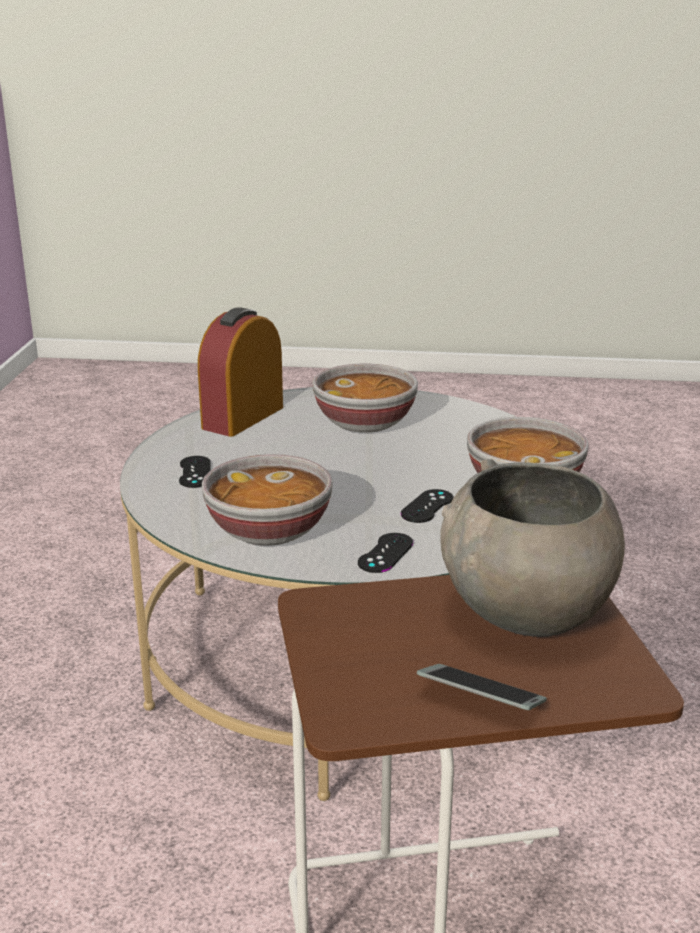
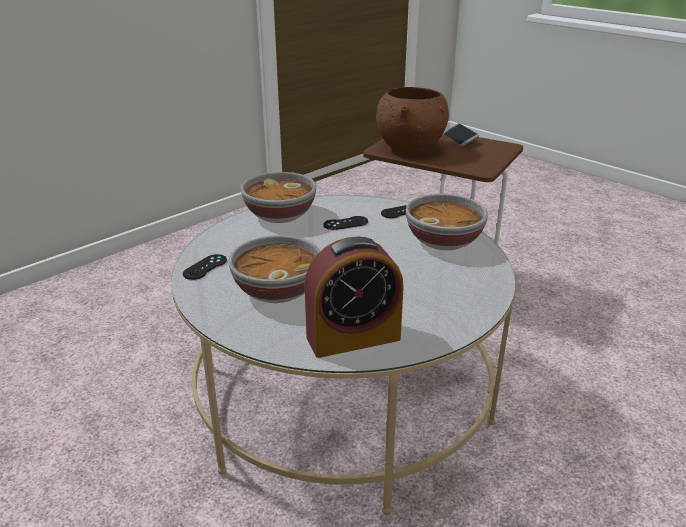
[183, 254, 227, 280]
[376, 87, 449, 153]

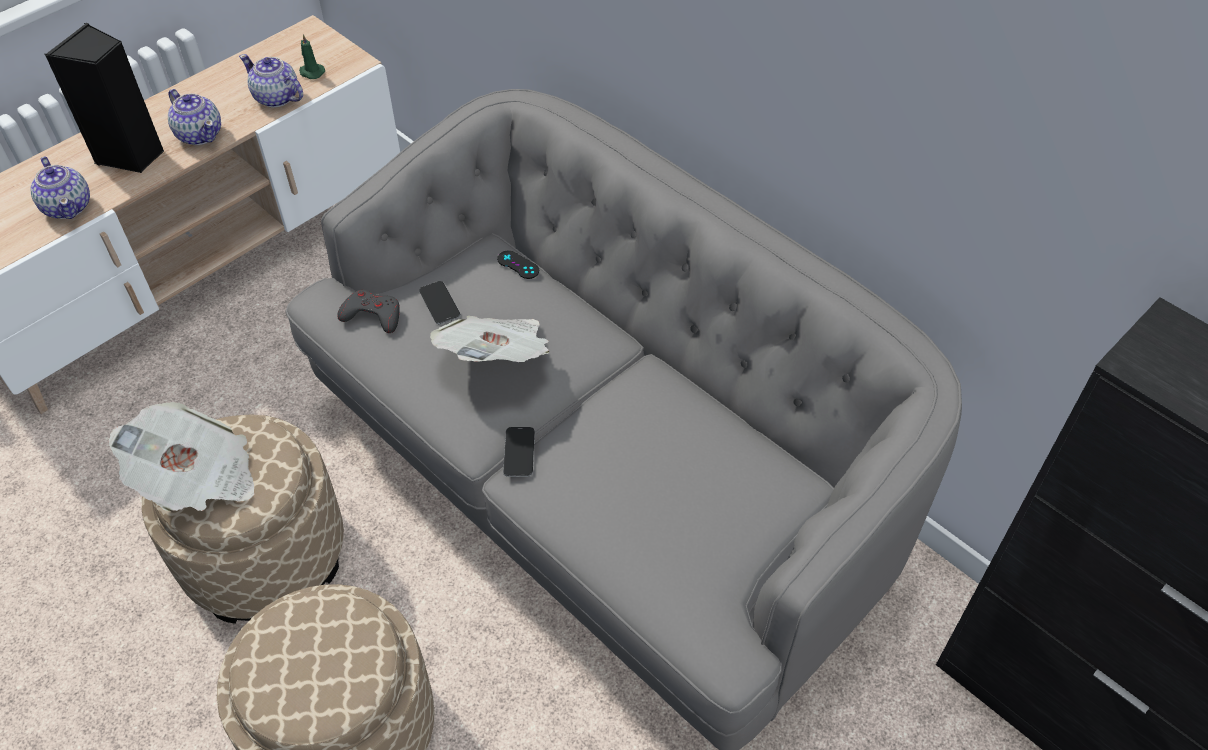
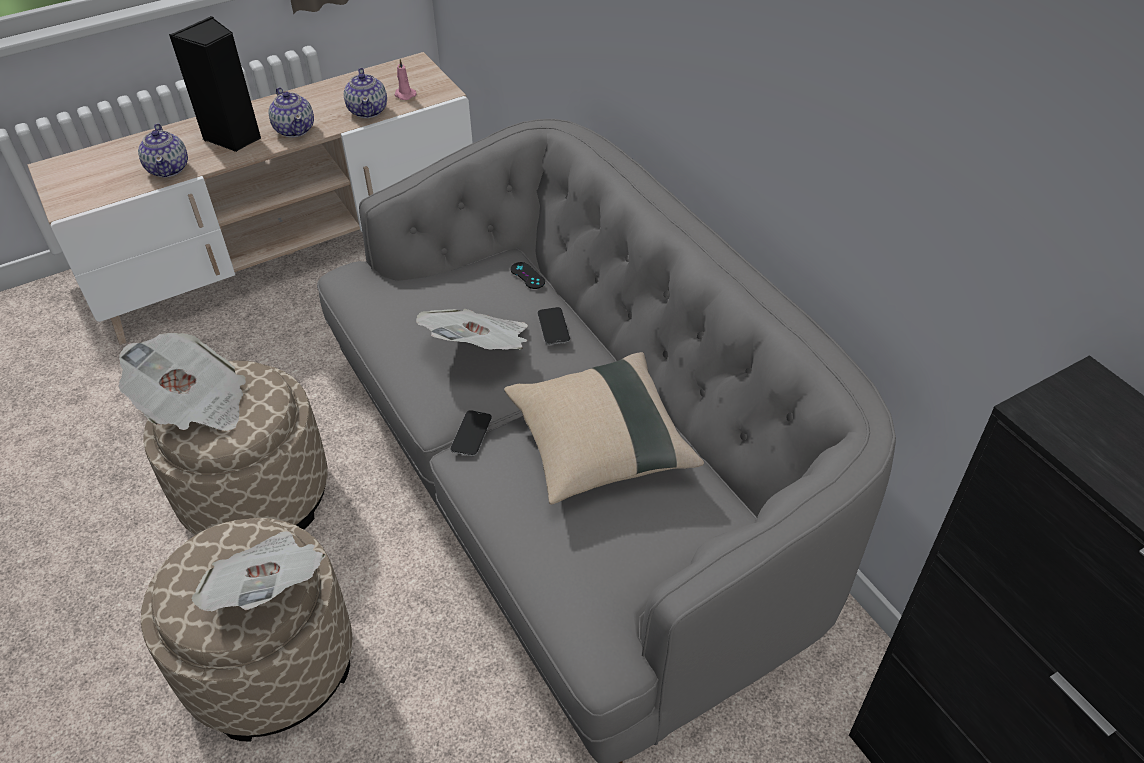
[395, 59, 417, 100]
[344, 68, 387, 118]
[538, 307, 570, 345]
[337, 290, 400, 333] (first image)
[504, 352, 704, 505]
[191, 531, 326, 612]

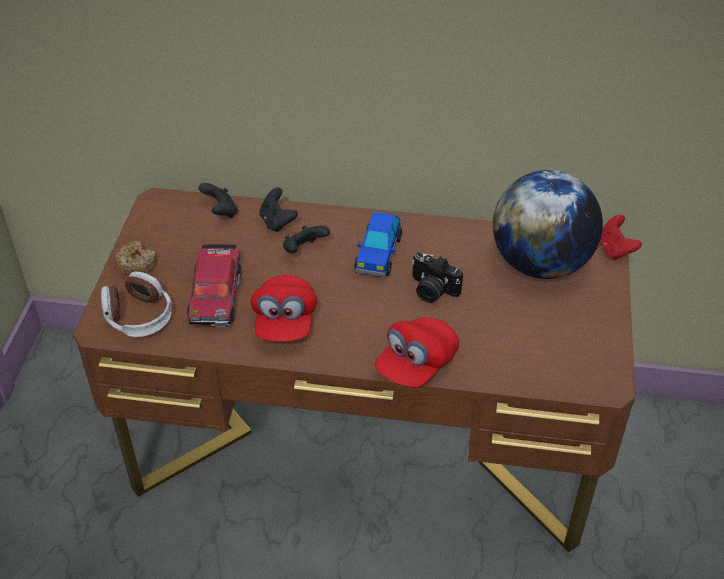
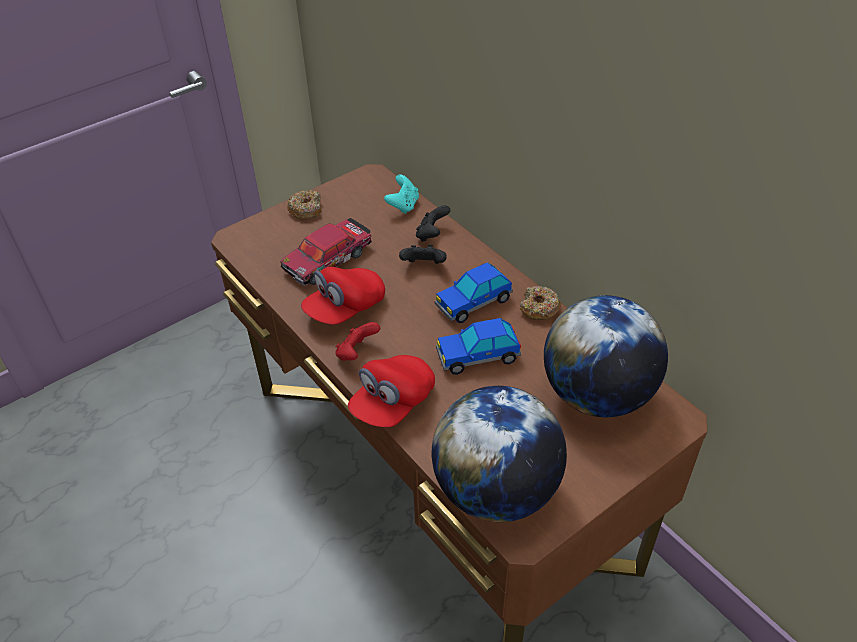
[384, 174, 419, 214]
[335, 322, 380, 361]
[436, 318, 521, 375]
[101, 271, 172, 337] (first image)
[348, 355, 435, 427]
[519, 286, 561, 320]
[432, 386, 567, 522]

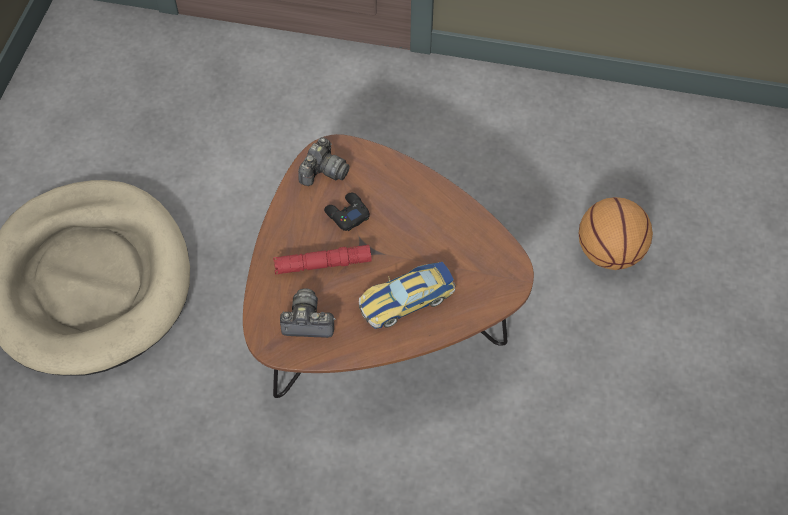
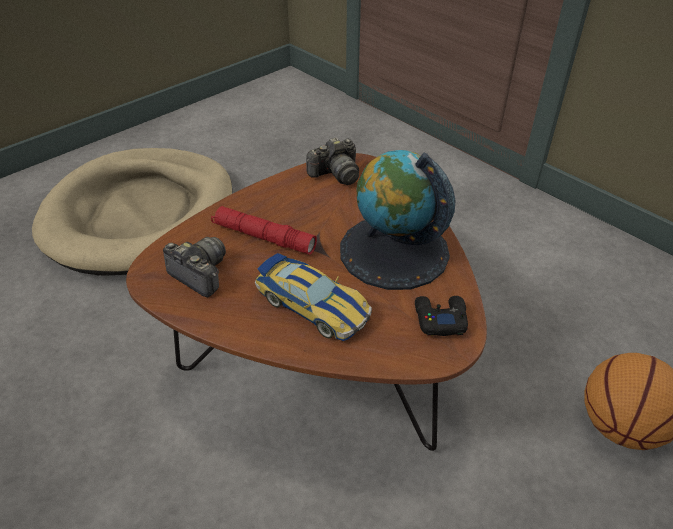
[415, 296, 468, 336]
[255, 253, 372, 341]
[340, 150, 456, 290]

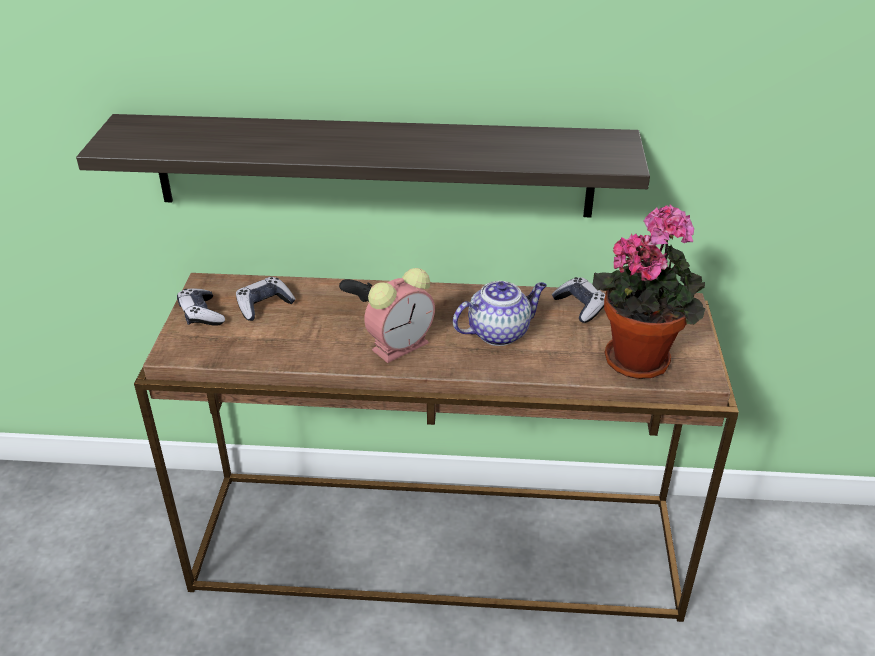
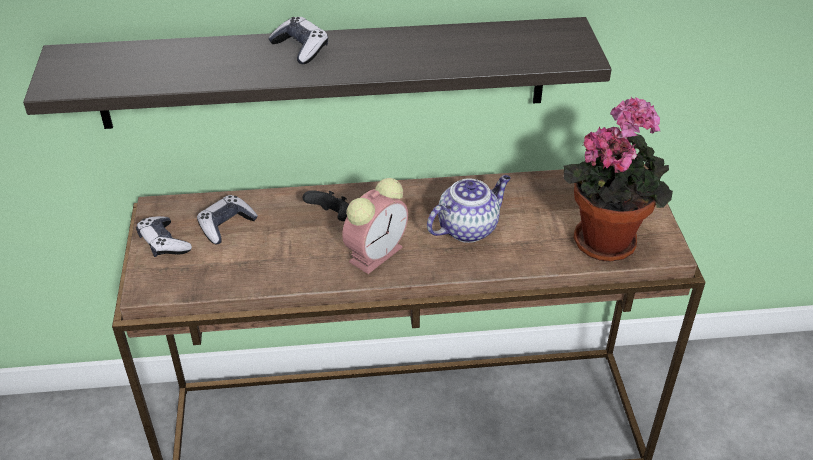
[268, 17, 328, 64]

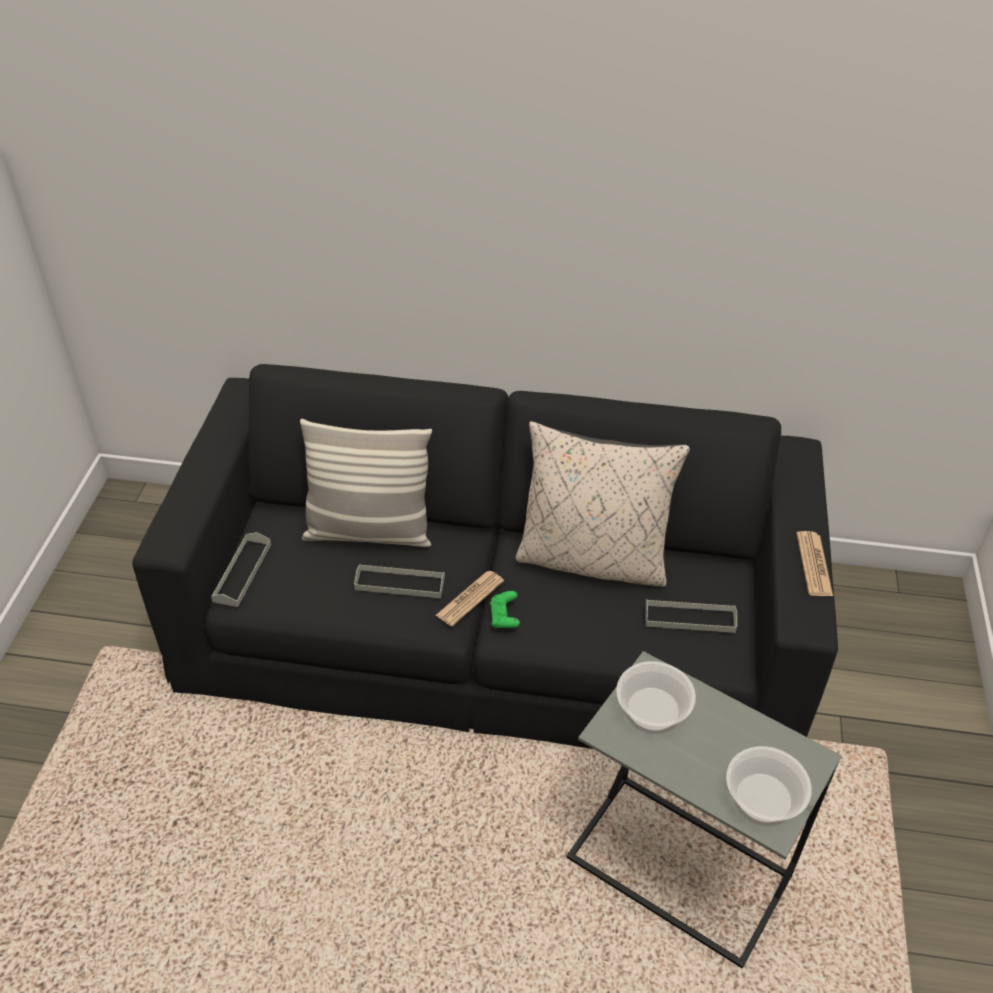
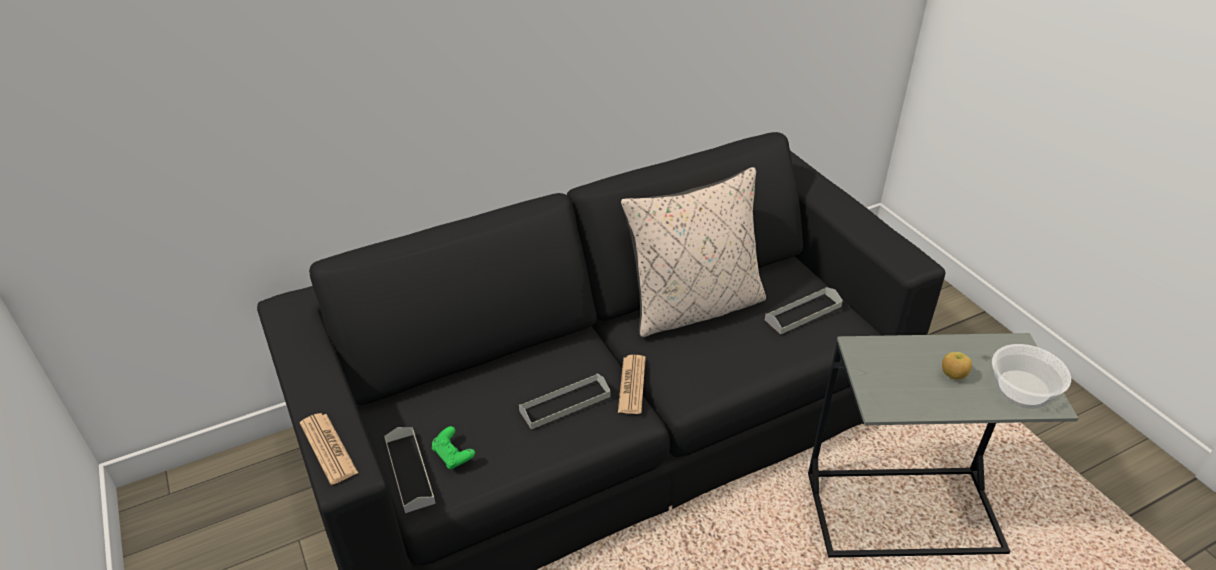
[300, 419, 432, 547] (first image)
[300, 413, 358, 485]
[432, 426, 475, 469]
[616, 661, 696, 734] (first image)
[942, 352, 972, 380]

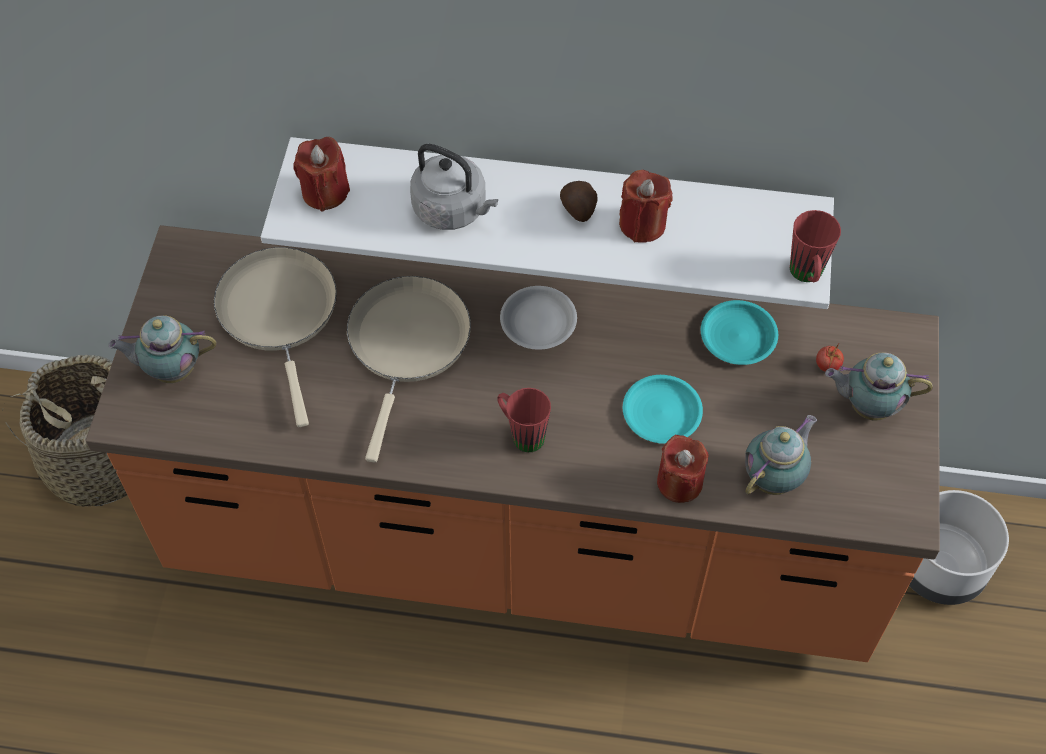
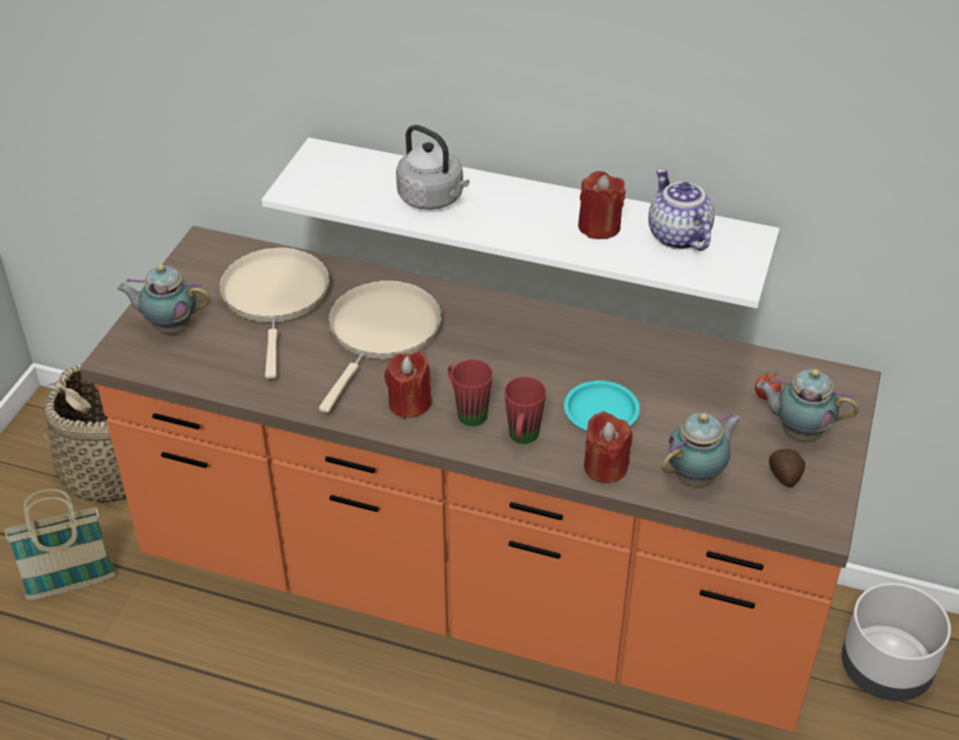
[384, 352, 432, 419]
[769, 449, 805, 487]
[504, 376, 546, 444]
[500, 286, 577, 350] (first image)
[701, 300, 778, 365] (first image)
[648, 169, 715, 251]
[5, 489, 115, 600]

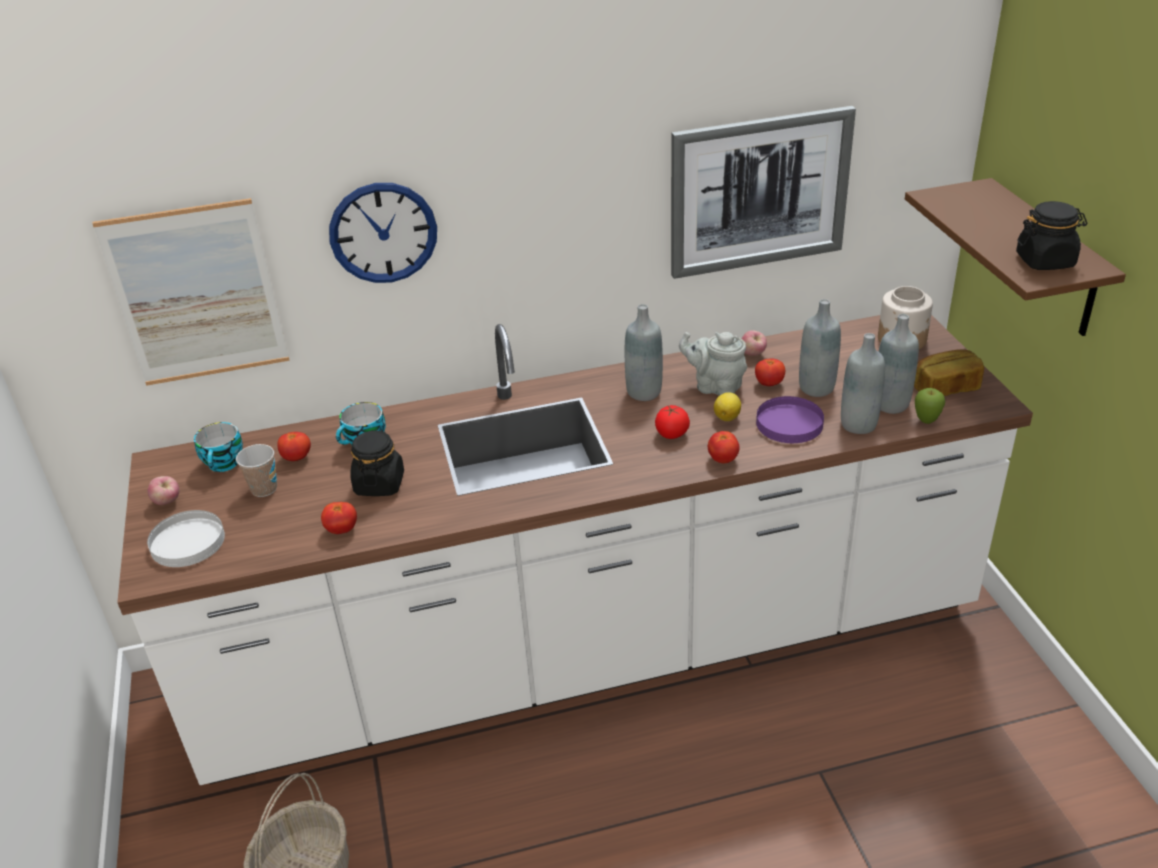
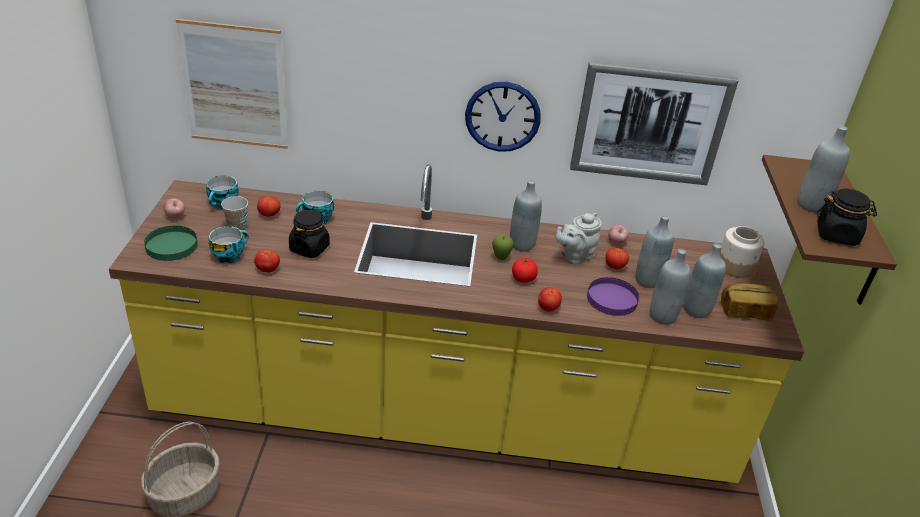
[465, 82, 541, 152]
[109, 165, 804, 483]
[556, 213, 602, 264]
[492, 234, 514, 260]
[714, 392, 741, 421] (first image)
[144, 225, 198, 261]
[797, 126, 850, 213]
[209, 226, 249, 264]

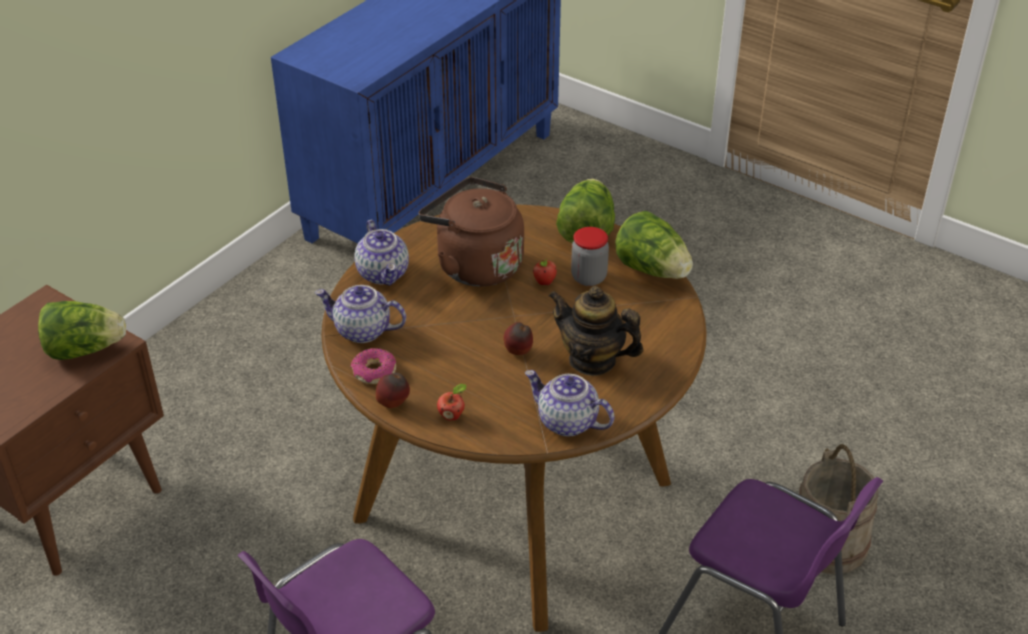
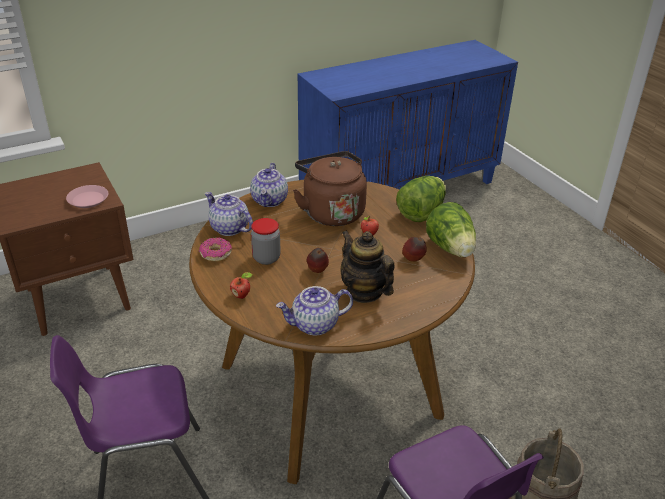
[251, 218, 281, 265]
[66, 185, 108, 208]
[276, 286, 353, 335]
[402, 237, 427, 262]

